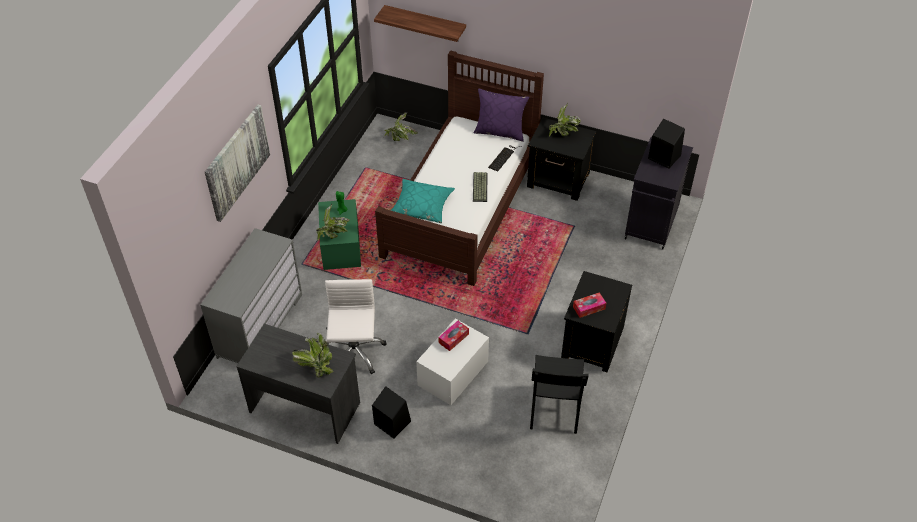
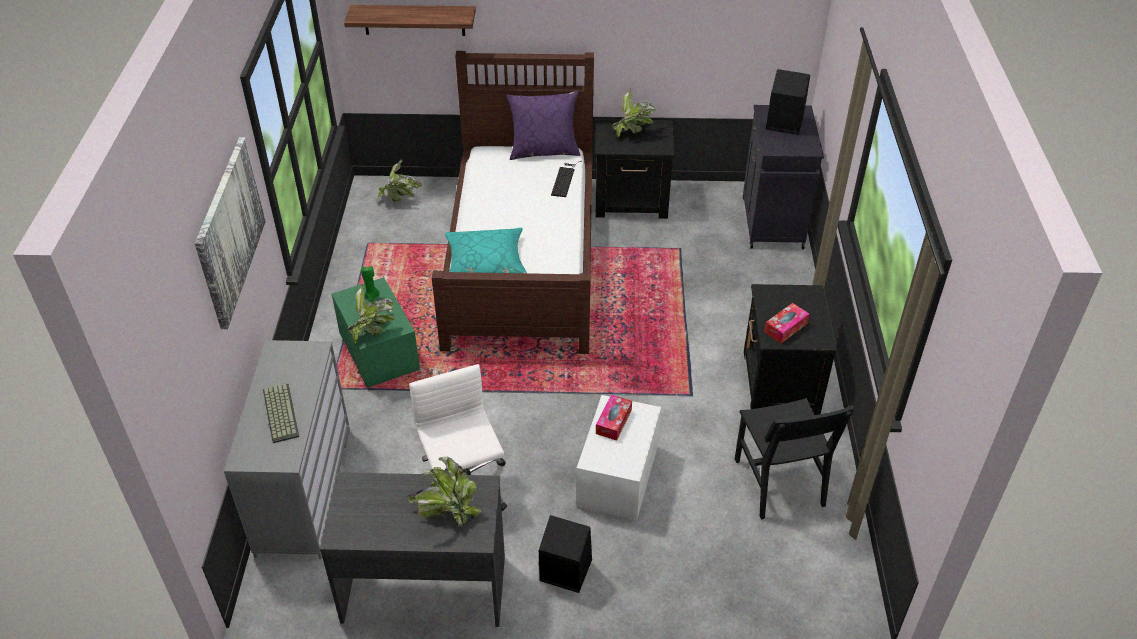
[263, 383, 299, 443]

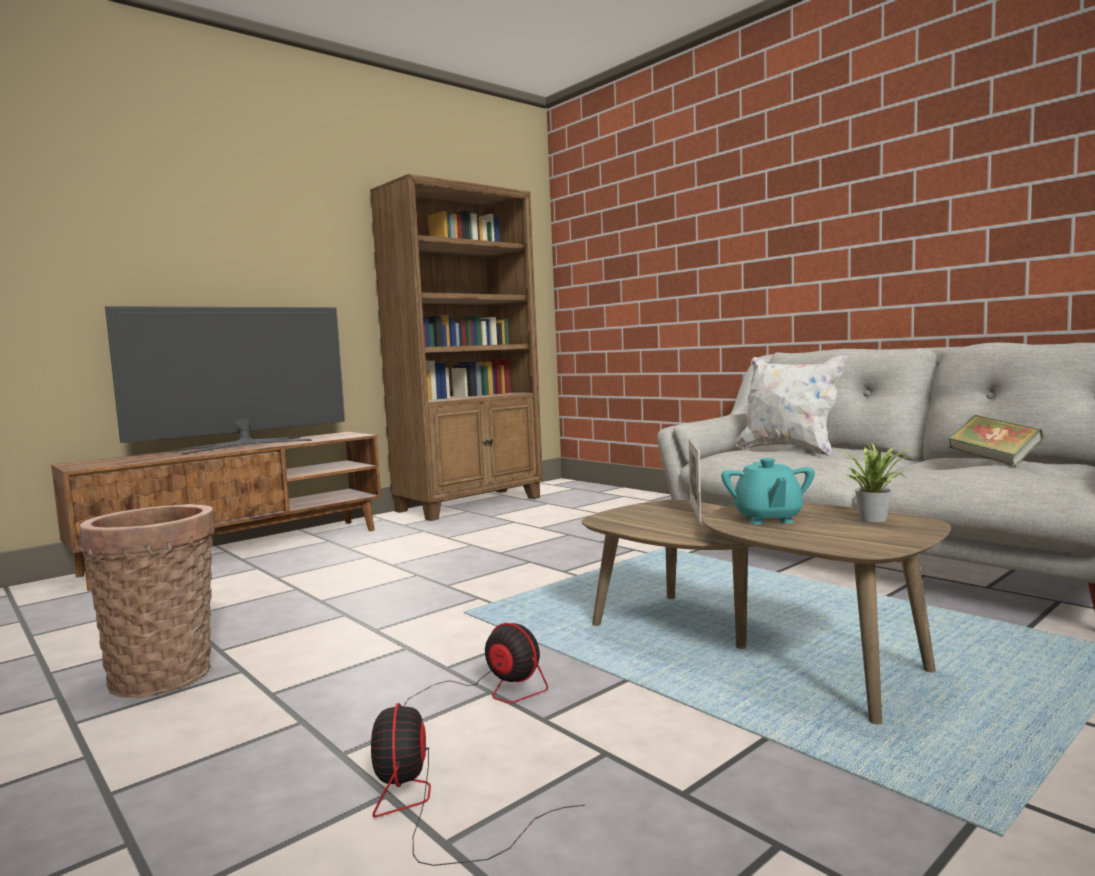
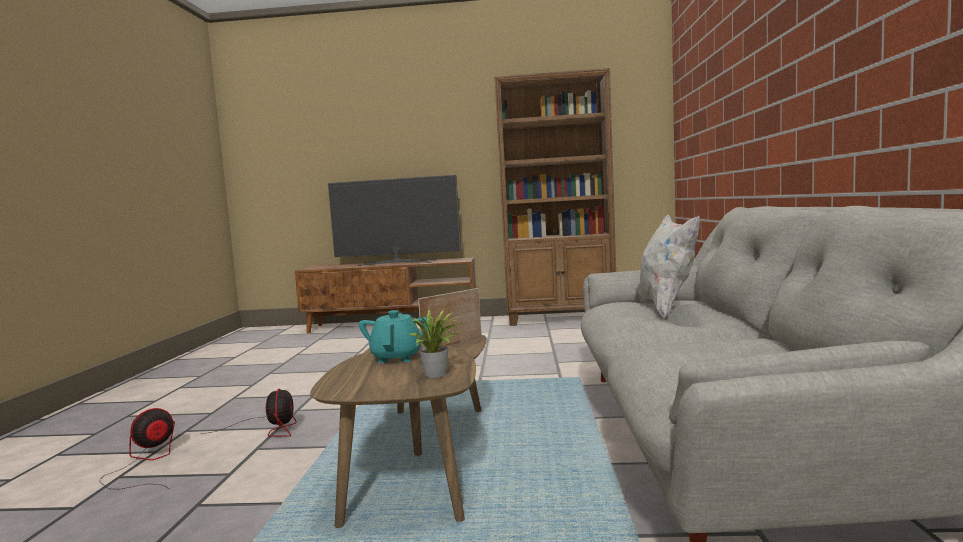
[948, 415, 1043, 466] (first image)
[359, 310, 427, 363]
[79, 504, 215, 698] (first image)

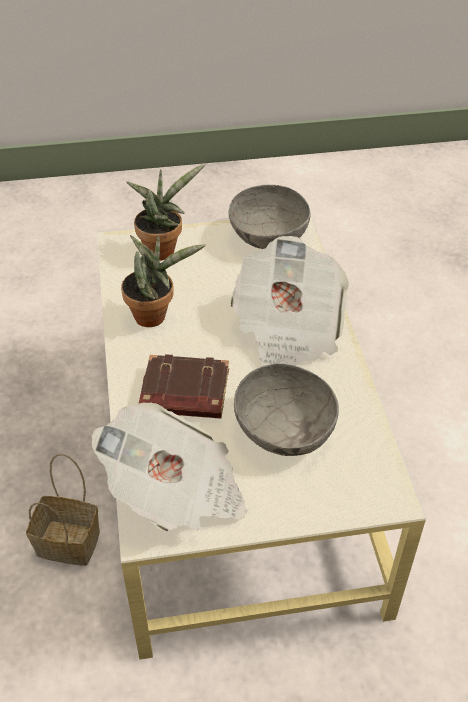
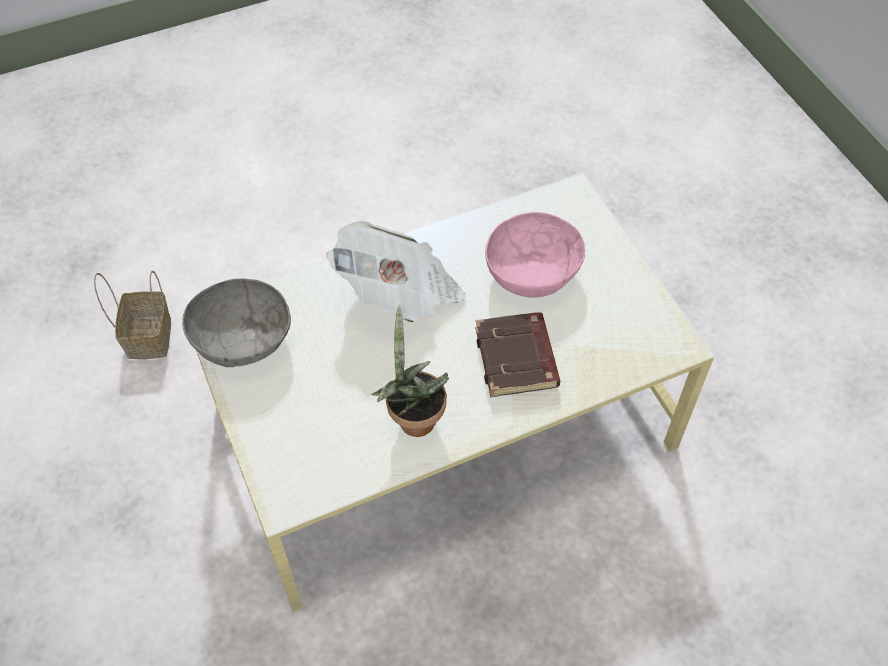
[126, 164, 205, 261] (first image)
[485, 212, 585, 297]
[92, 402, 247, 531] (first image)
[94, 271, 171, 359]

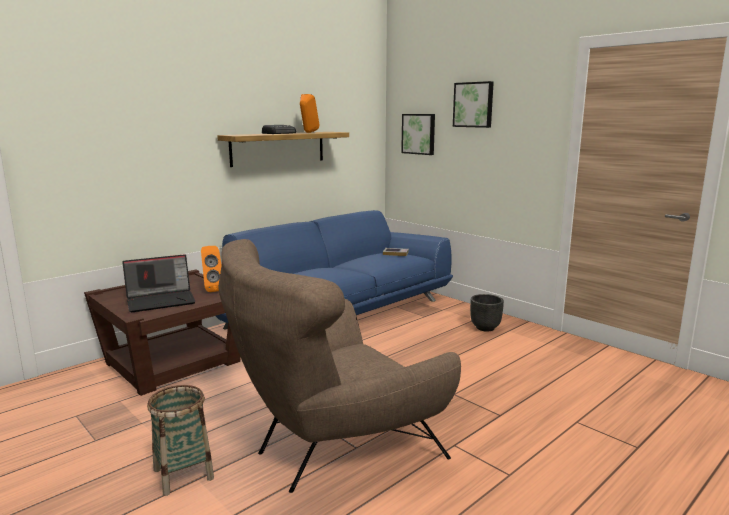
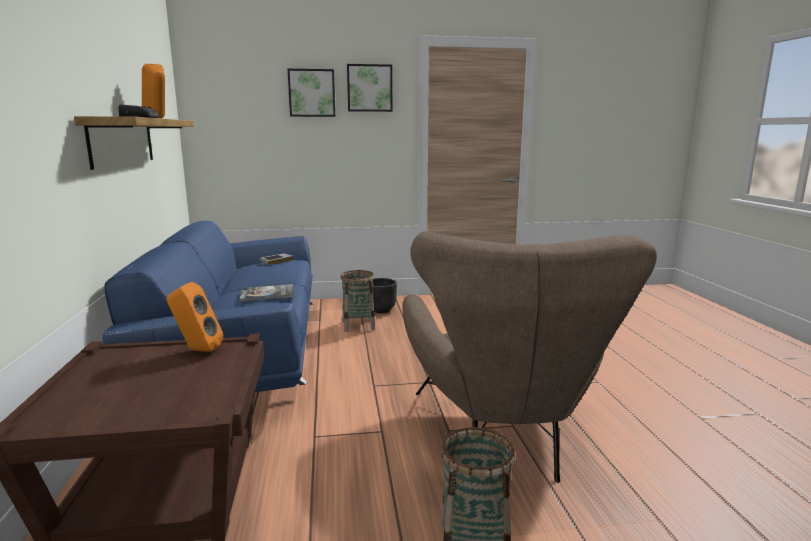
[347, 64, 392, 112]
[122, 254, 196, 313] (first image)
[341, 270, 375, 332]
[239, 284, 294, 301]

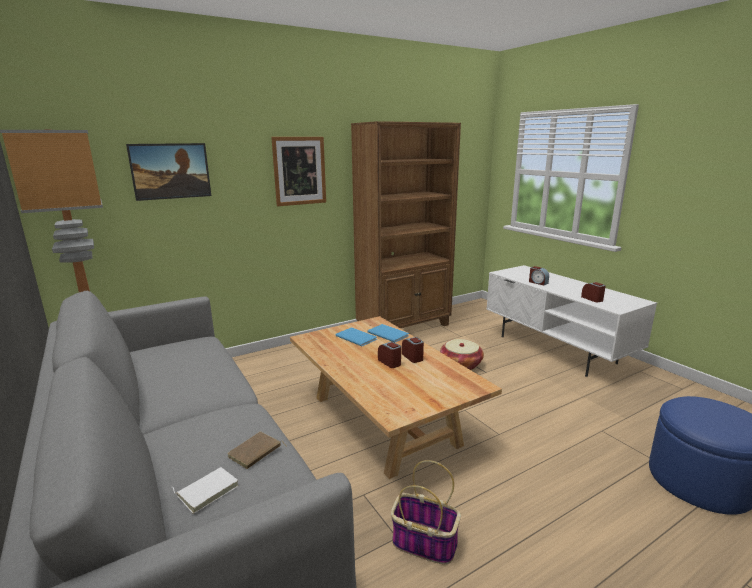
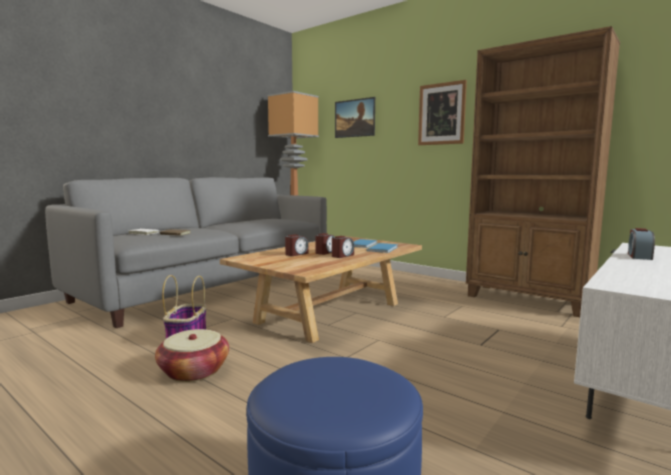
[285, 234, 309, 256]
[155, 329, 229, 382]

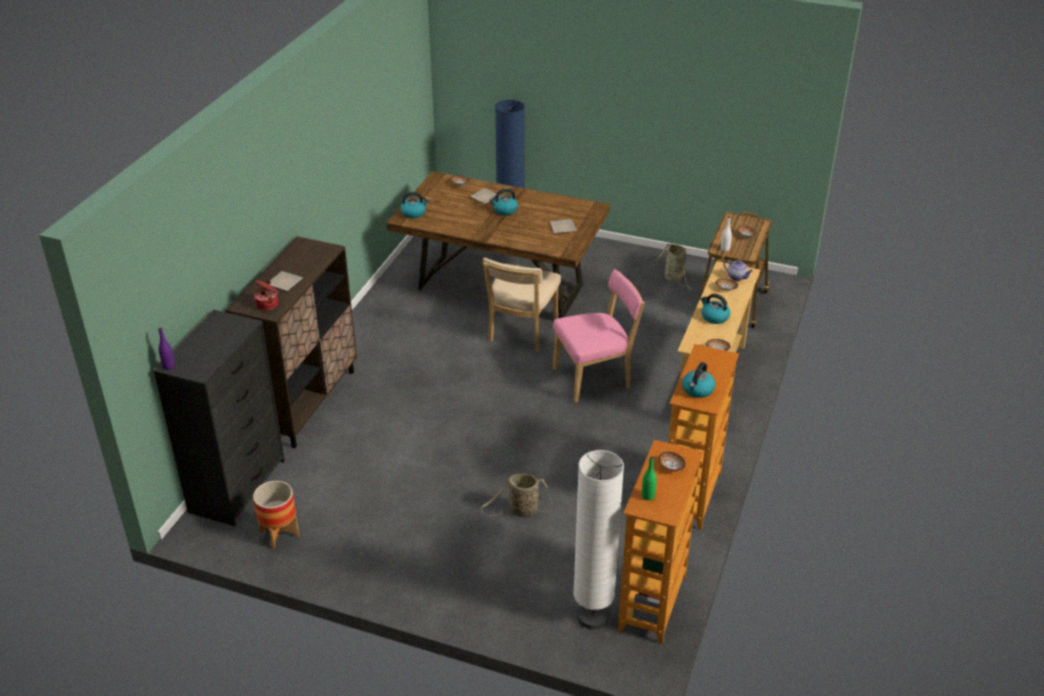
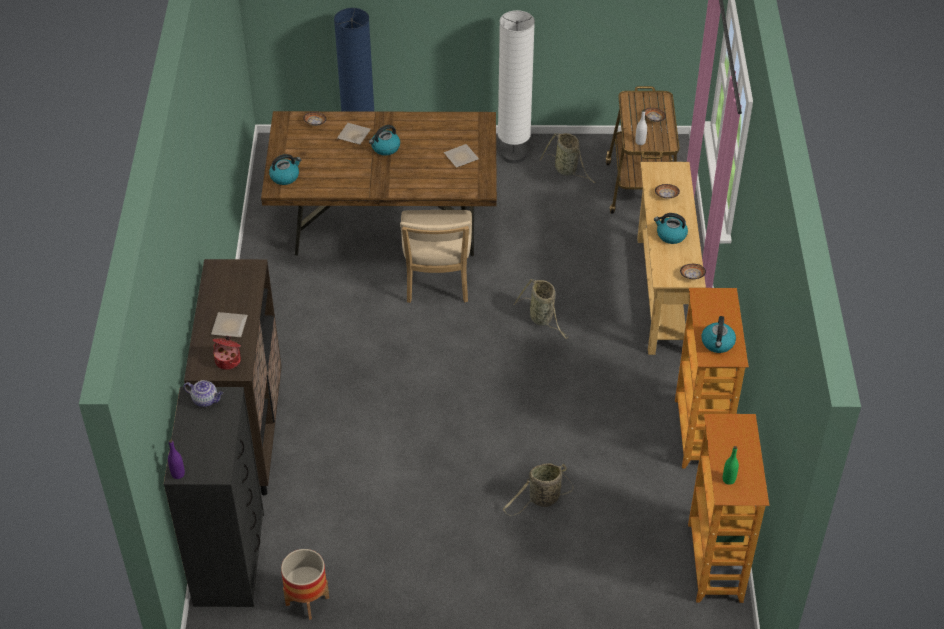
[183, 380, 223, 407]
[514, 279, 568, 339]
[498, 10, 535, 164]
[659, 452, 685, 471] (first image)

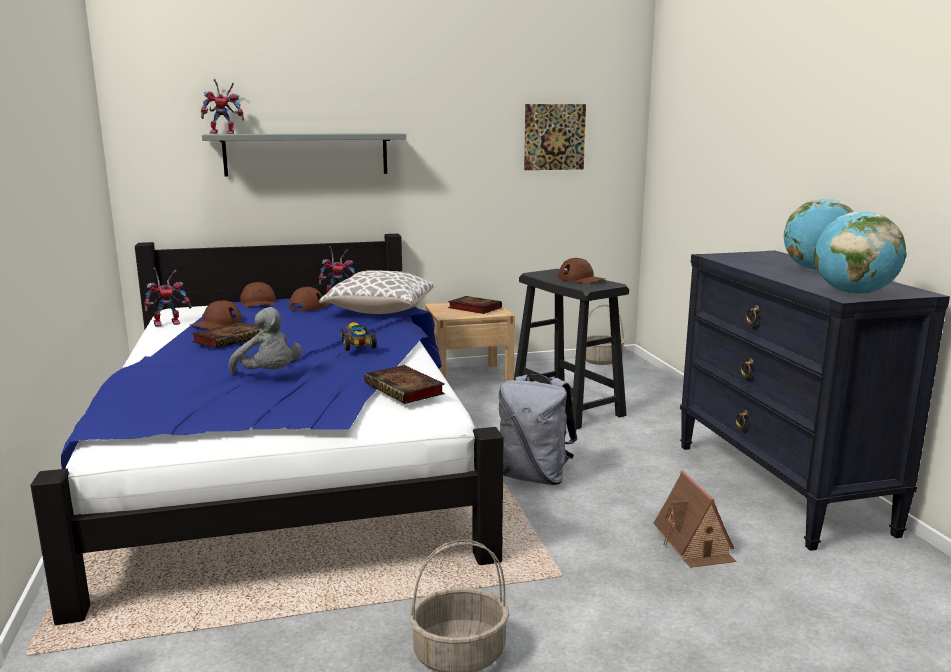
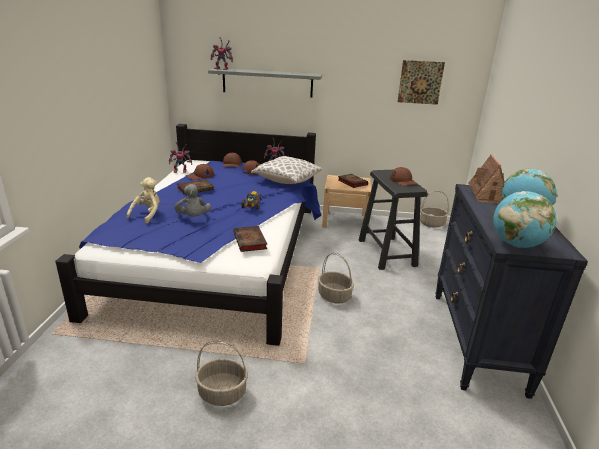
[318, 252, 354, 304]
[468, 154, 505, 204]
[126, 177, 160, 224]

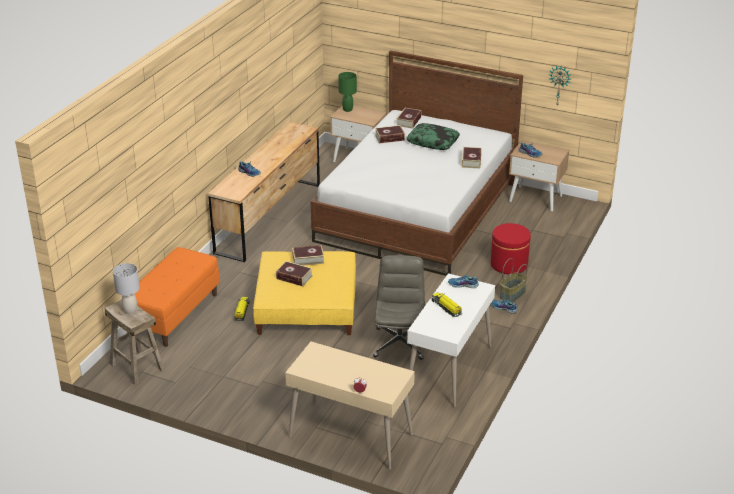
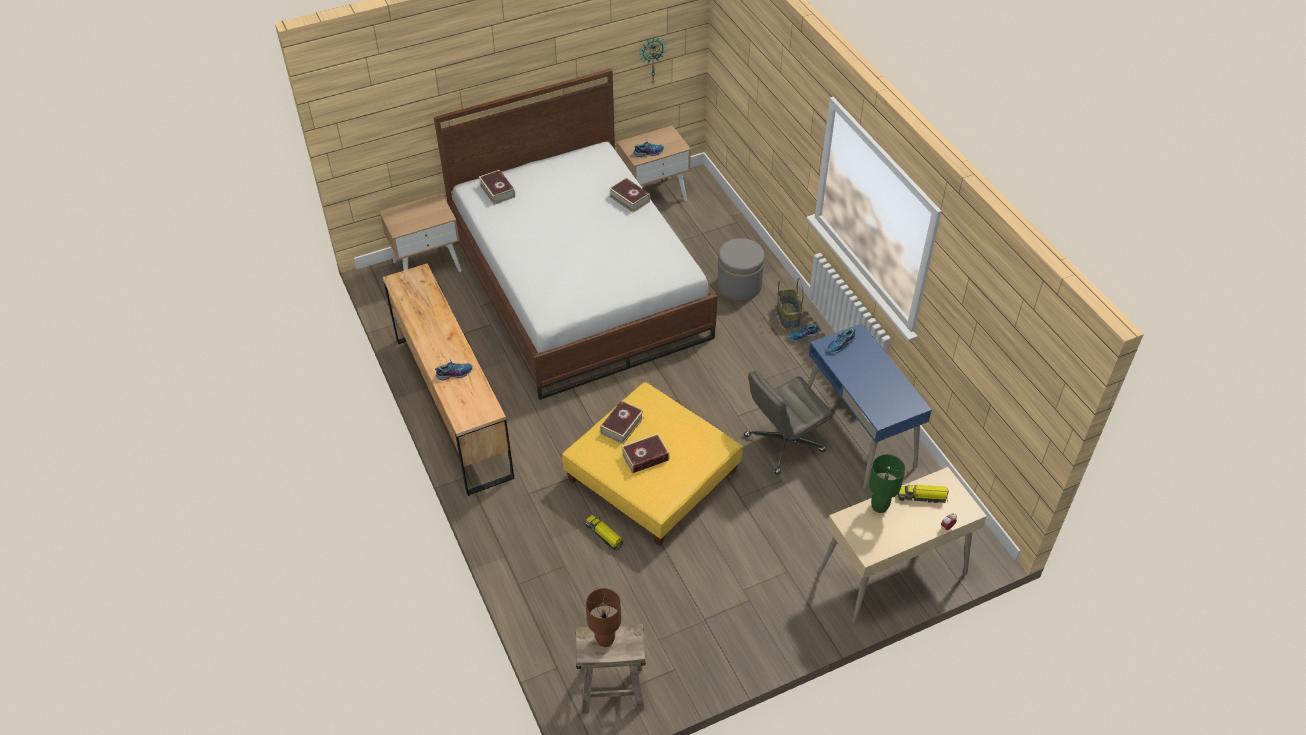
[869, 454, 905, 513]
[406, 123, 460, 150] (first image)
[375, 125, 405, 143] (first image)
[717, 238, 765, 301]
[135, 247, 220, 347] (first image)
[744, 370, 833, 475]
[586, 588, 621, 647]
[808, 324, 932, 489]
[898, 483, 949, 503]

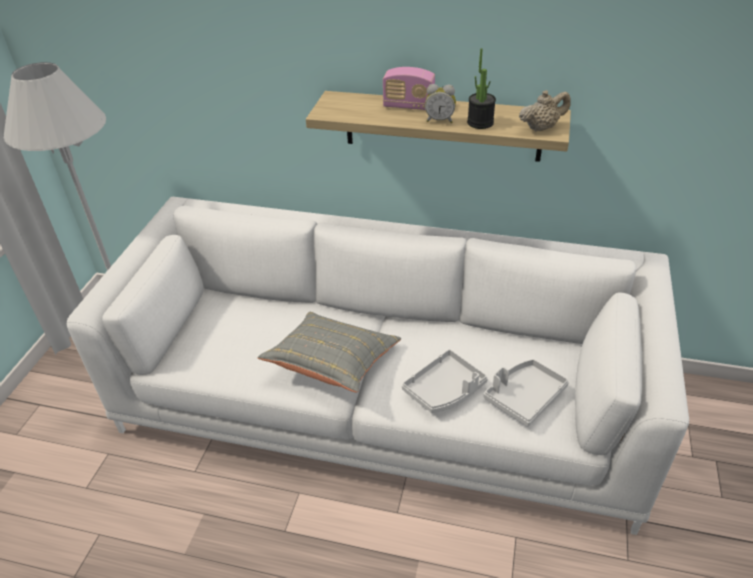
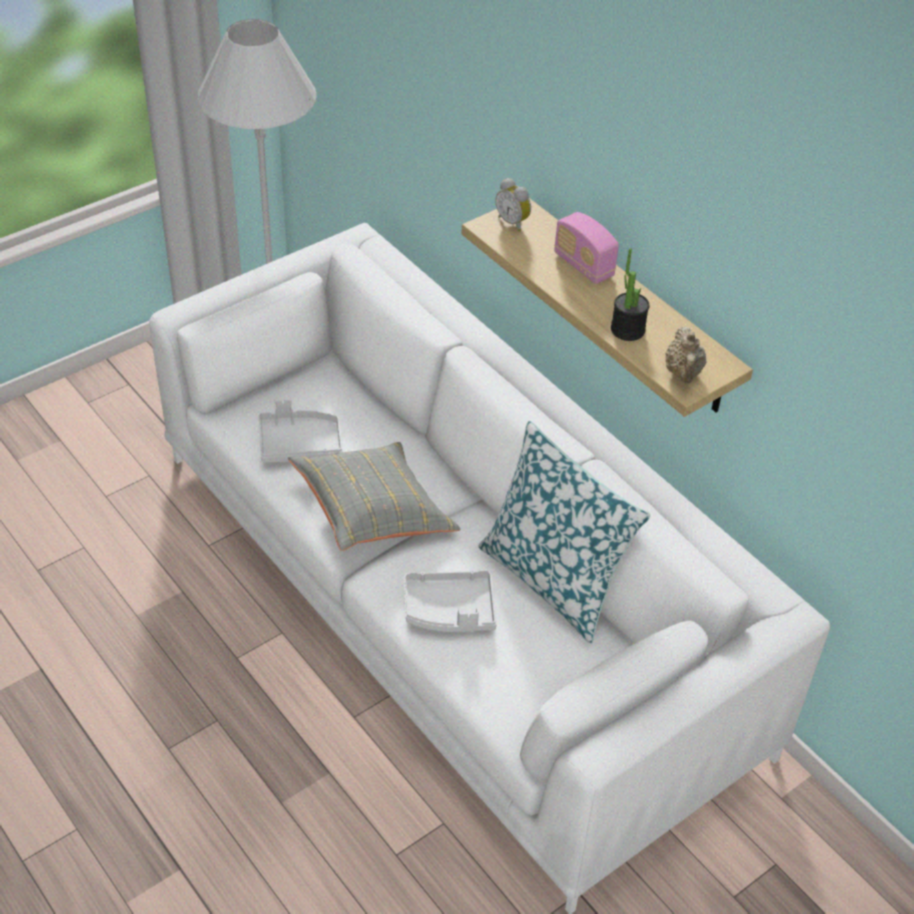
[495, 178, 531, 232]
[665, 327, 706, 384]
[259, 400, 343, 463]
[479, 421, 651, 643]

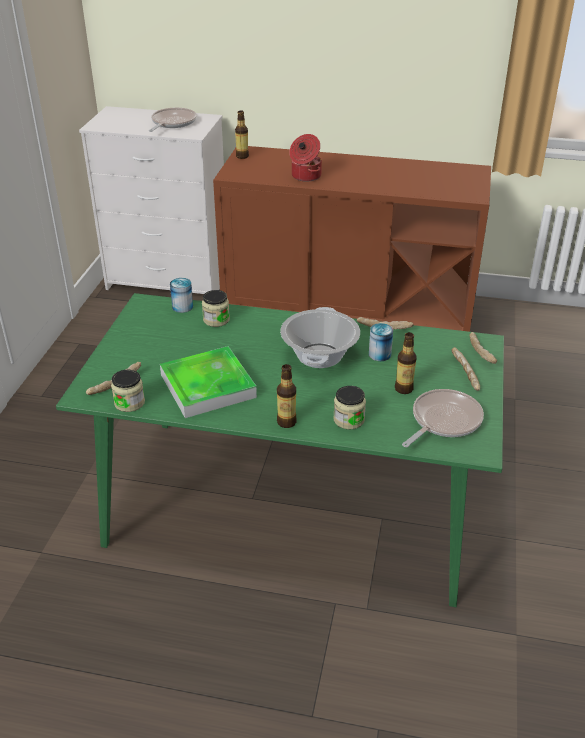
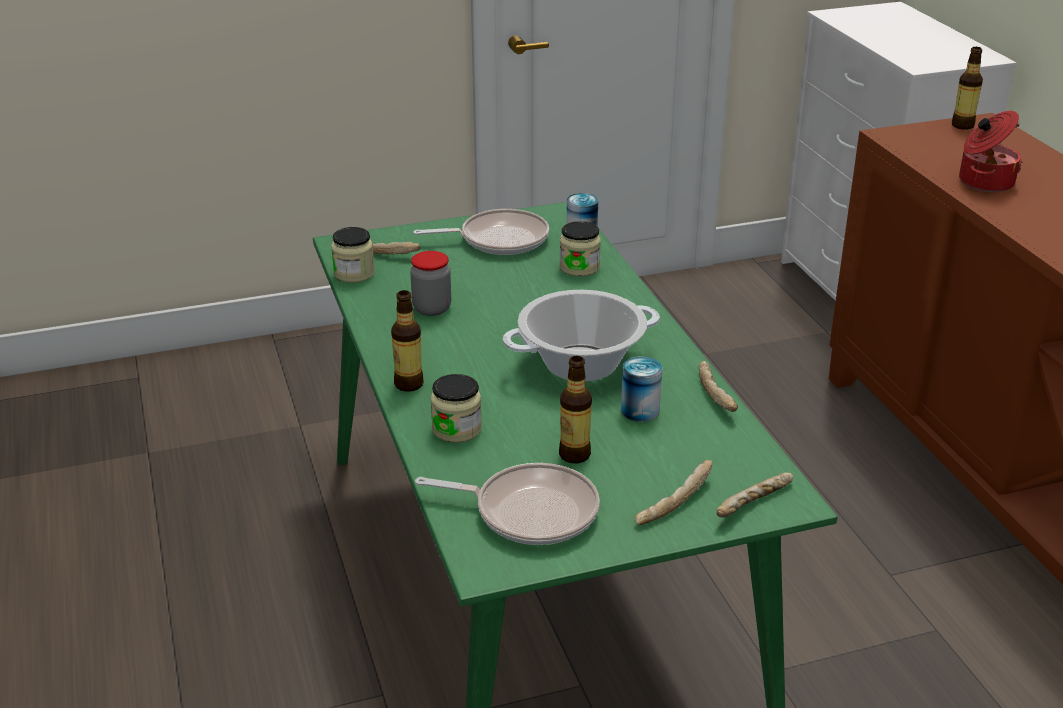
[413, 209, 549, 255]
[410, 251, 451, 316]

